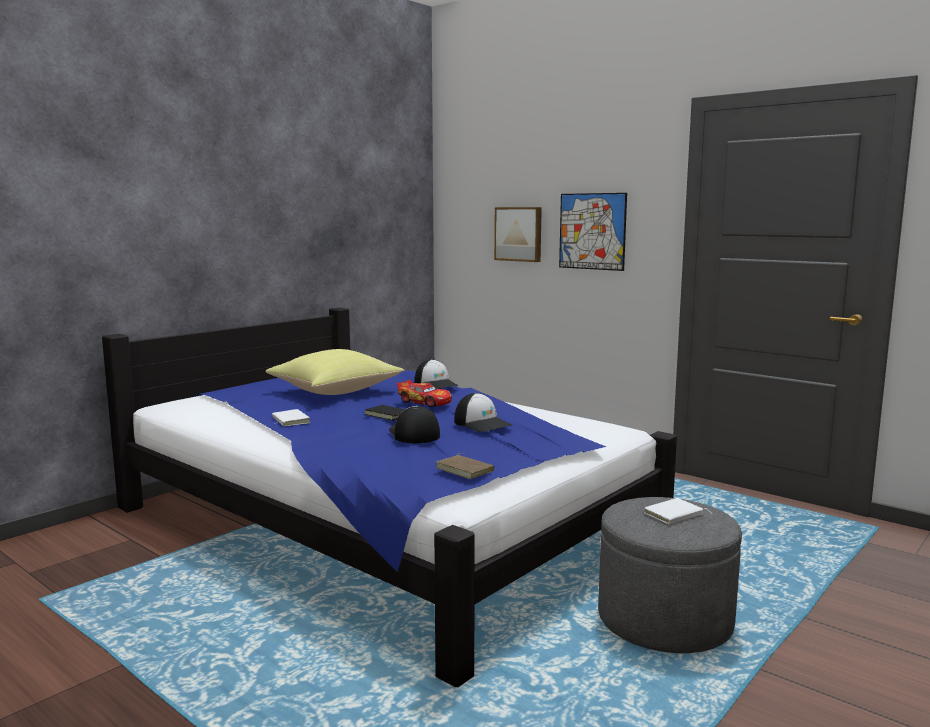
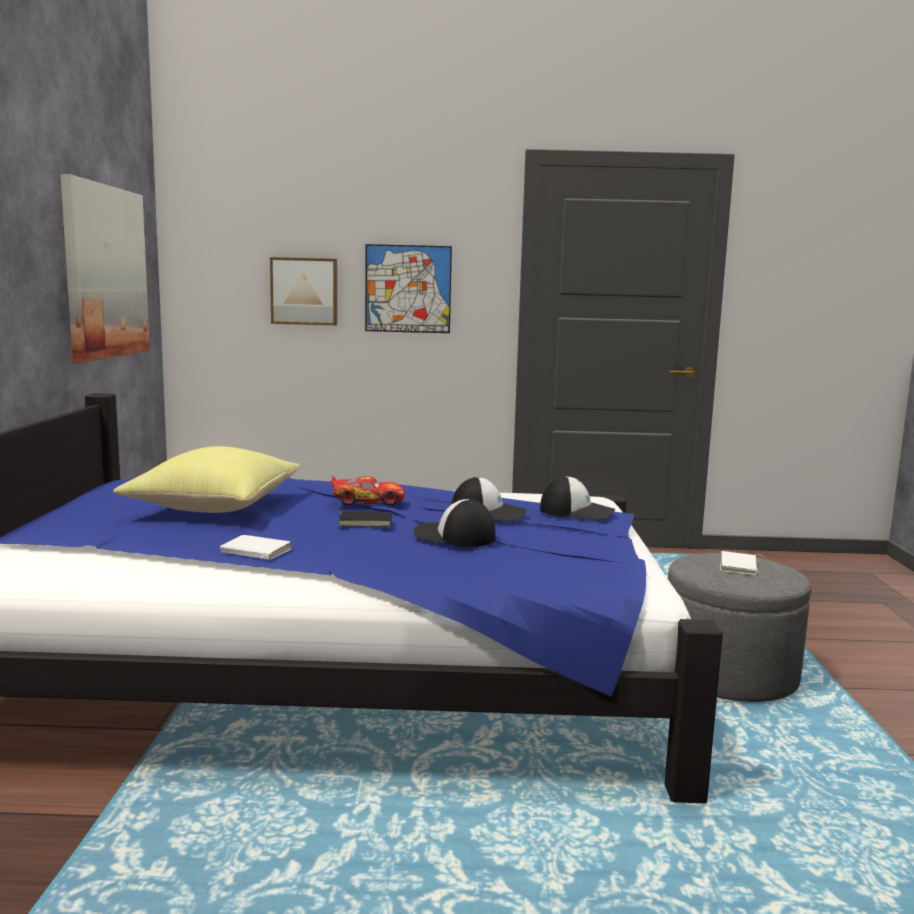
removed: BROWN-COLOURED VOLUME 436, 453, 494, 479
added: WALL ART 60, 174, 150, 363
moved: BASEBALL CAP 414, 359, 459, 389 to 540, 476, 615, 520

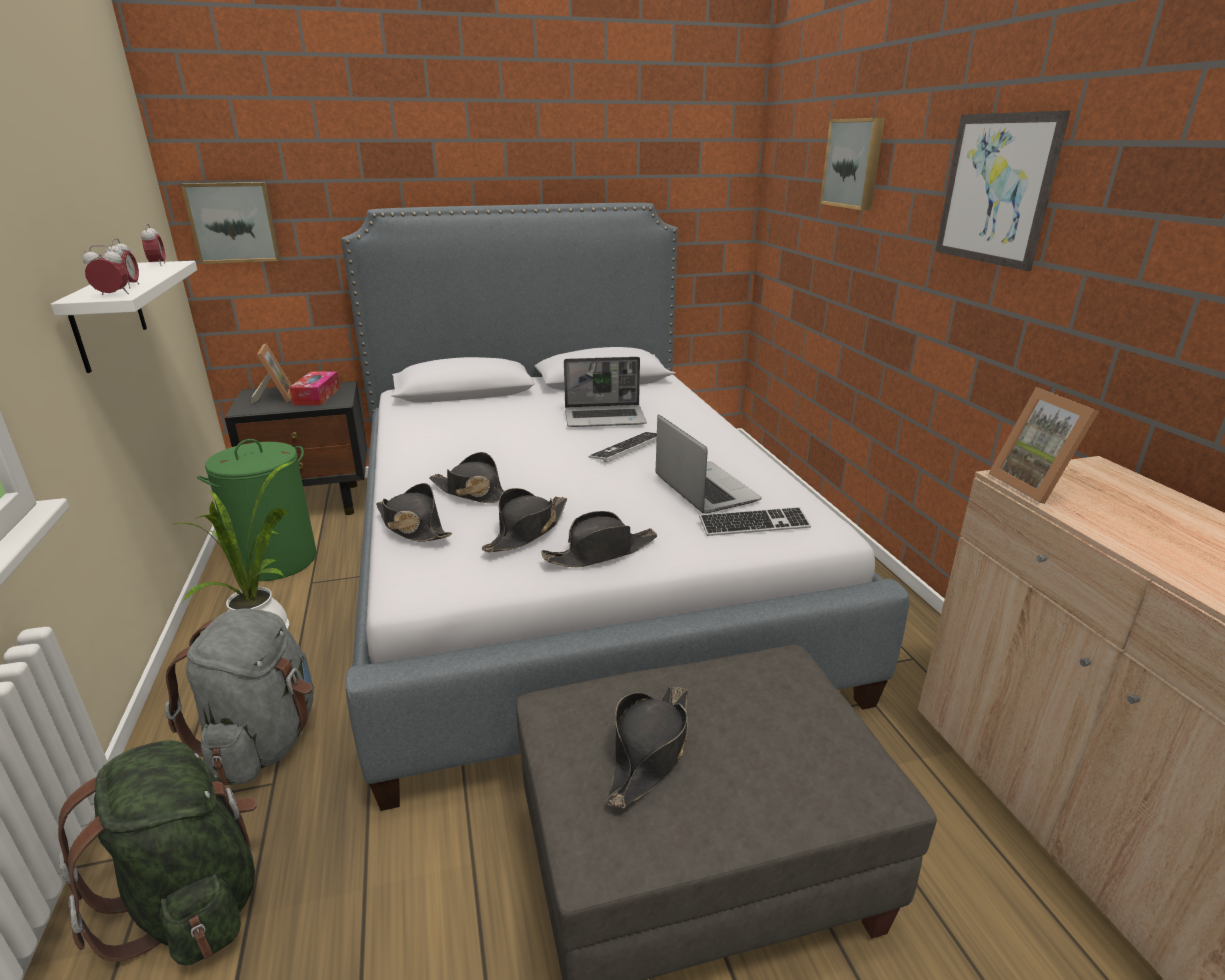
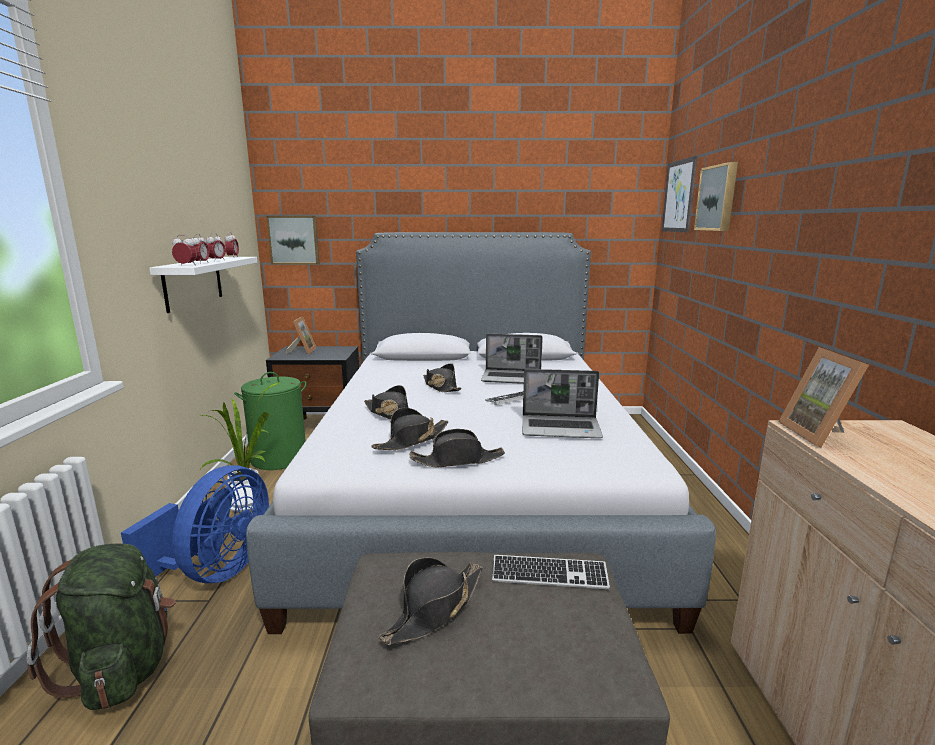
removed: BOX OF TISSUES 289, 371, 340, 405
added: BEDSIDE CLOCK 206, 233, 226, 259
moved: BLACK-COLOURED HAT 376, 483, 452, 542 to 423, 363, 462, 392; COMPUTER KEYBOARD 699, 507, 811, 536 to 492, 555, 610, 589; WALL ART 935, 111, 1070, 271 to 662, 156, 698, 232
replaced: GREY RUCKSACK 165, 608, 314, 786 to BLUISH COOLING FAN 121, 465, 269, 583
turned: NOTEBOOK COMPUTER 656, 415, 762, 514 = 522, 369, 603, 438 105 degrees clockwise

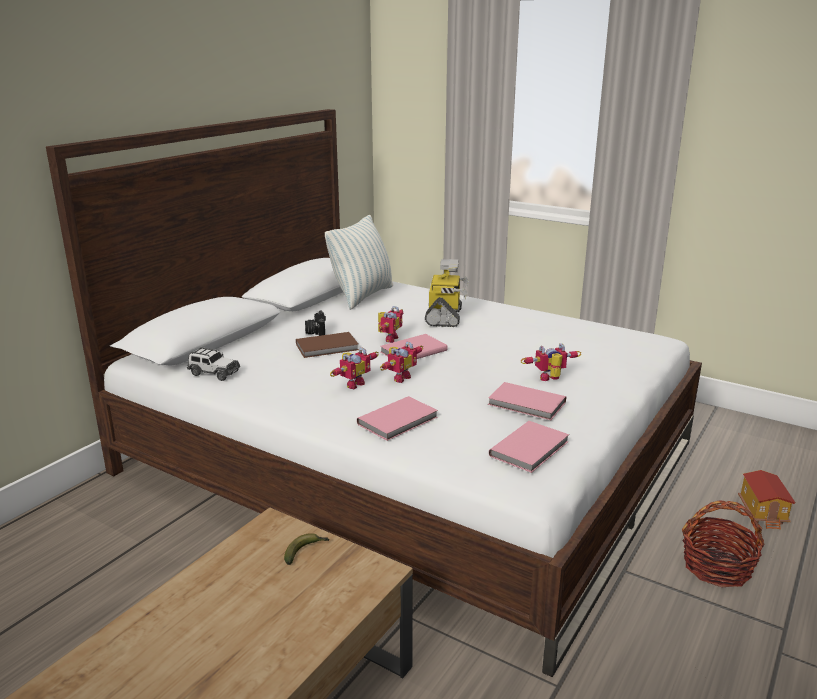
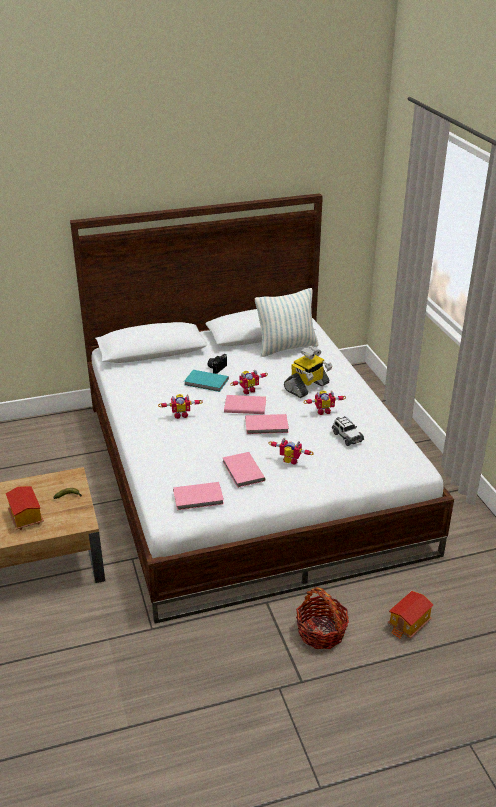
added: TOY HOUSE 5, 486, 44, 530
moved: MODEL CAR 187, 347, 240, 381 to 332, 416, 364, 446; PINKISH VOLUME 357, 396, 438, 441 to 245, 414, 289, 434; TOY ROBOT 380, 342, 423, 383 to 303, 390, 346, 415
recoloured: BROWN-COLOURED VOLUME 296, 332, 359, 358 to TURQUOISE VOLUME 184, 370, 229, 392

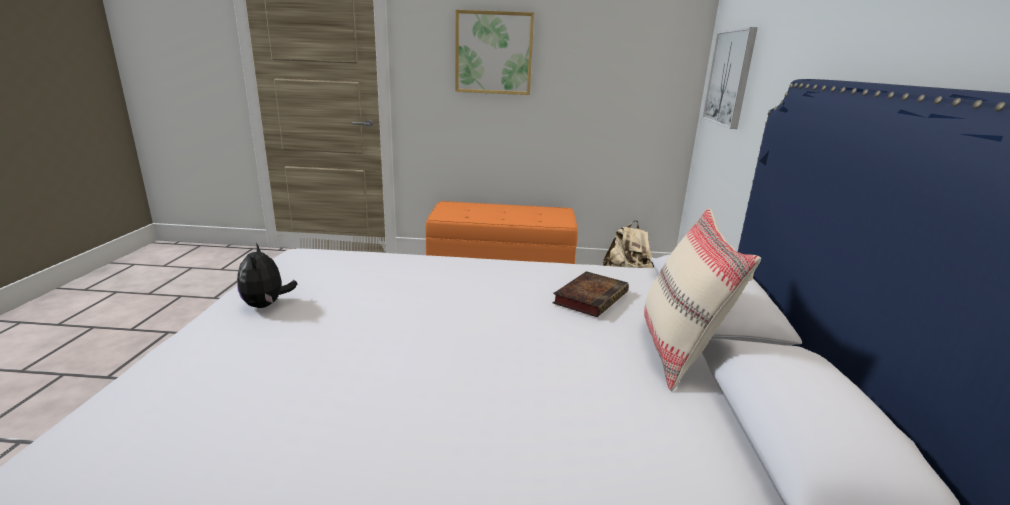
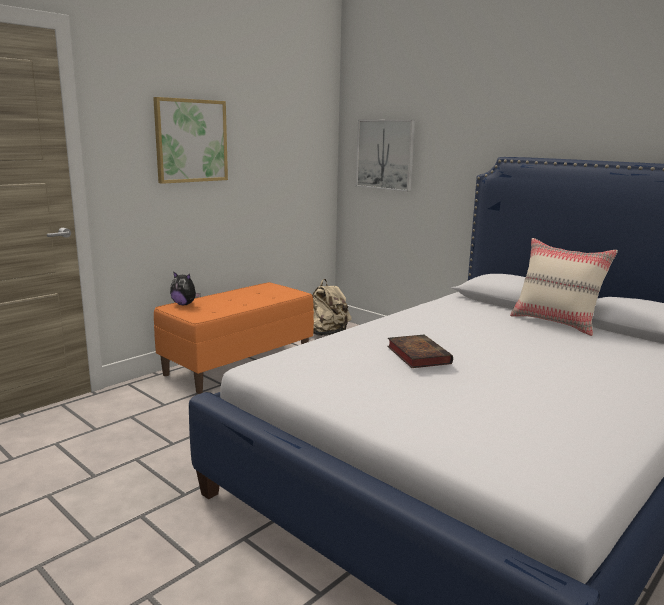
moved: SOFT TOY 237, 243, 297, 308 to 170, 271, 201, 305; VOLUME 552, 271, 629, 317 to 387, 334, 453, 368

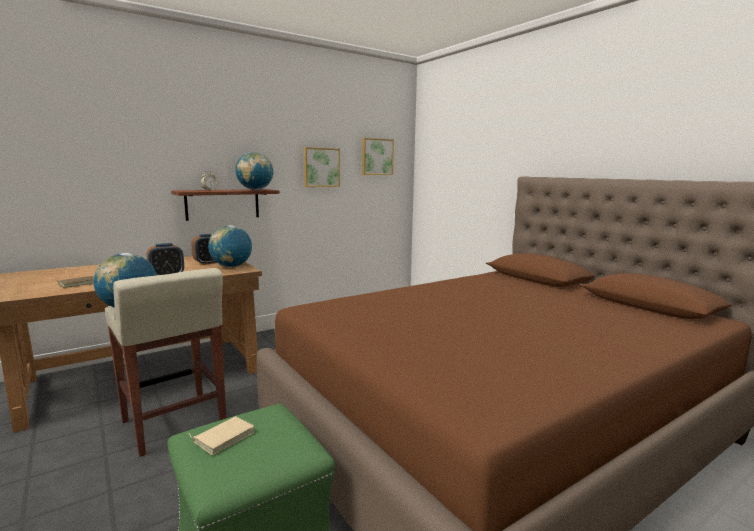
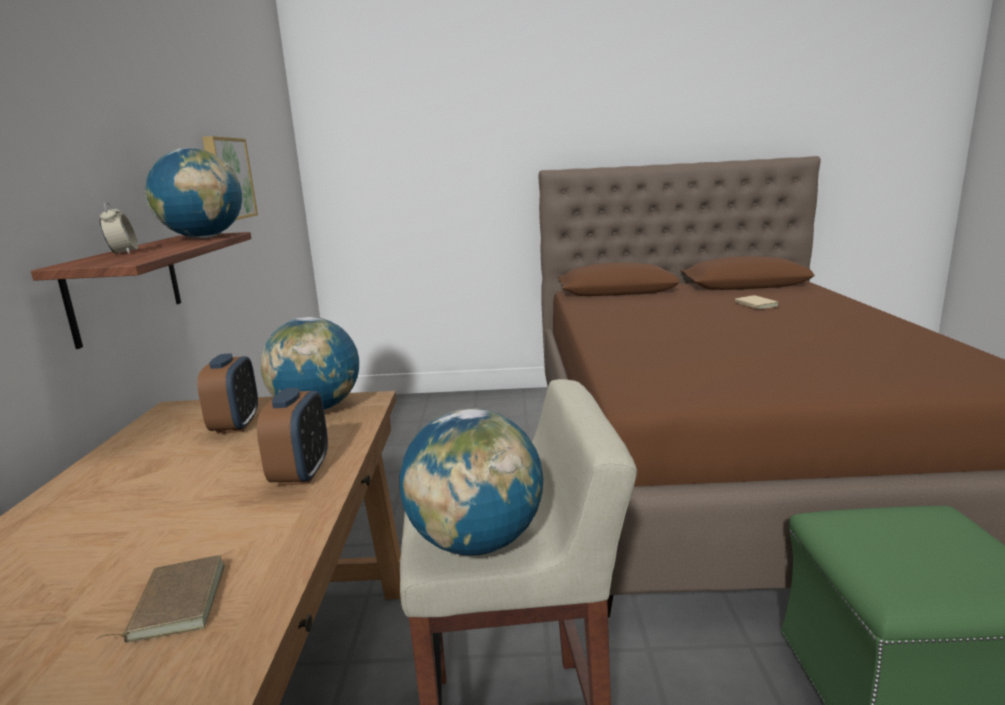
removed: WALL ART 362, 138, 394, 175
moved: SAND-COLOURED VOLUME 188, 416, 255, 455 to 735, 295, 779, 309

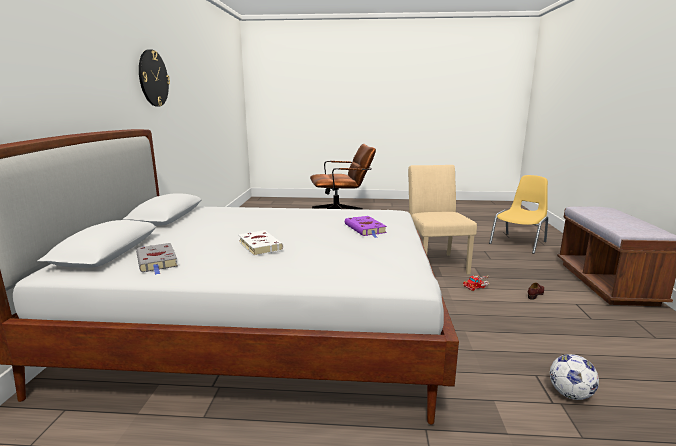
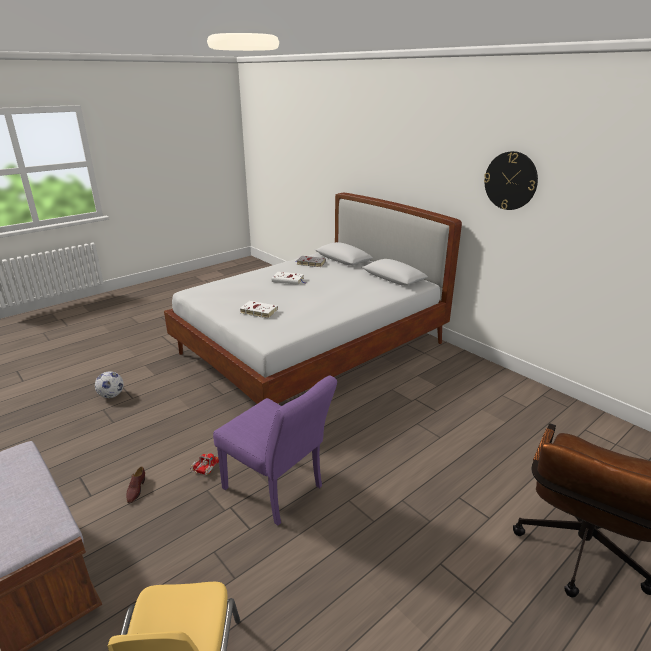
recoloured: PURPLISH VOLUME 345, 216, 387, 238 to WHITISH VOLUME 239, 301, 278, 318; SAND-COLOURED CHAIR 408, 165, 477, 275 to PURPLISH CHAIR 213, 375, 337, 526

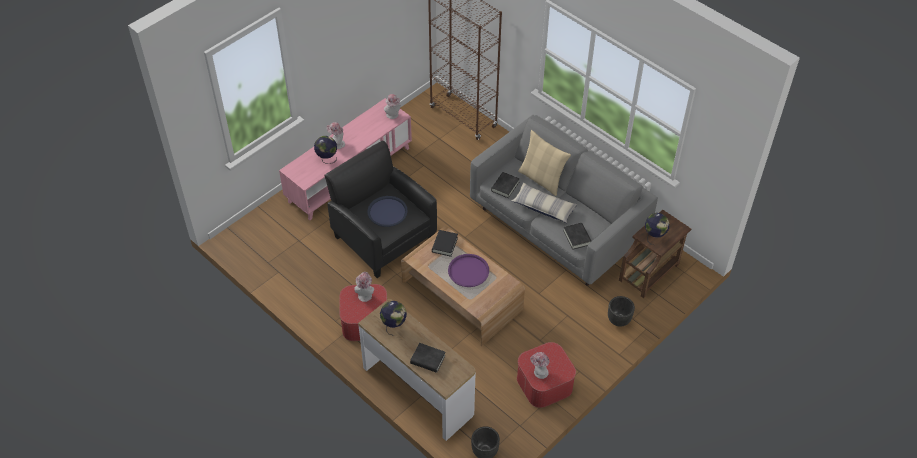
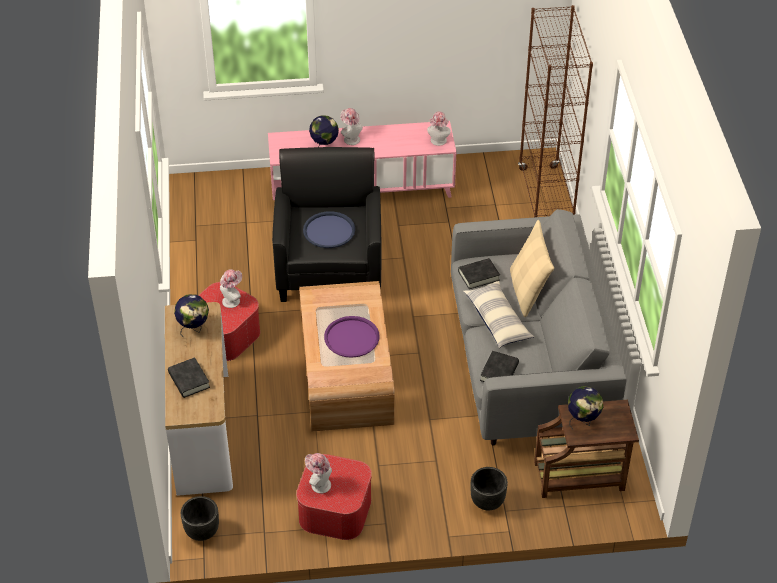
removed: BLACK-COLOURED VOLUME 432, 230, 458, 257

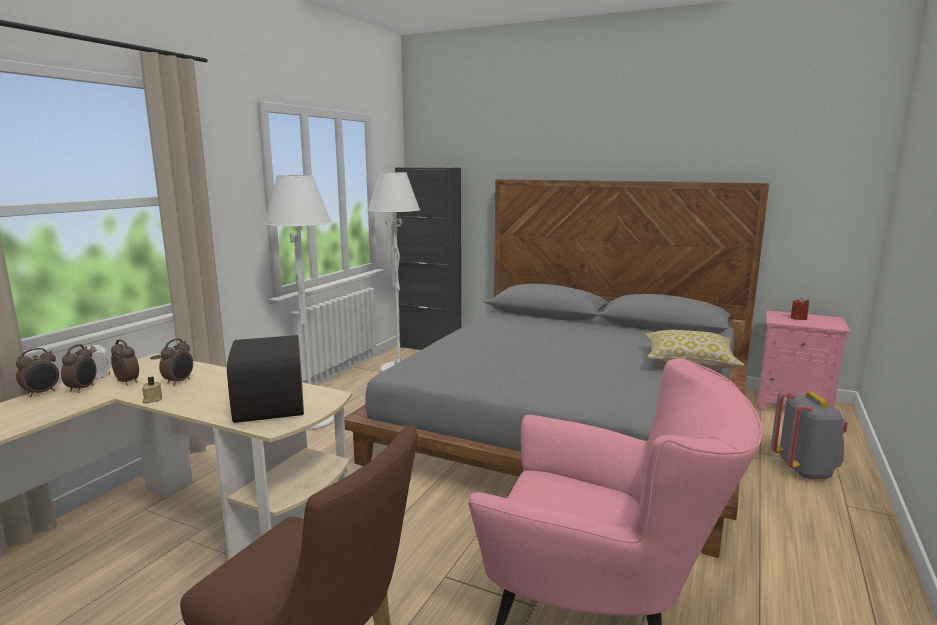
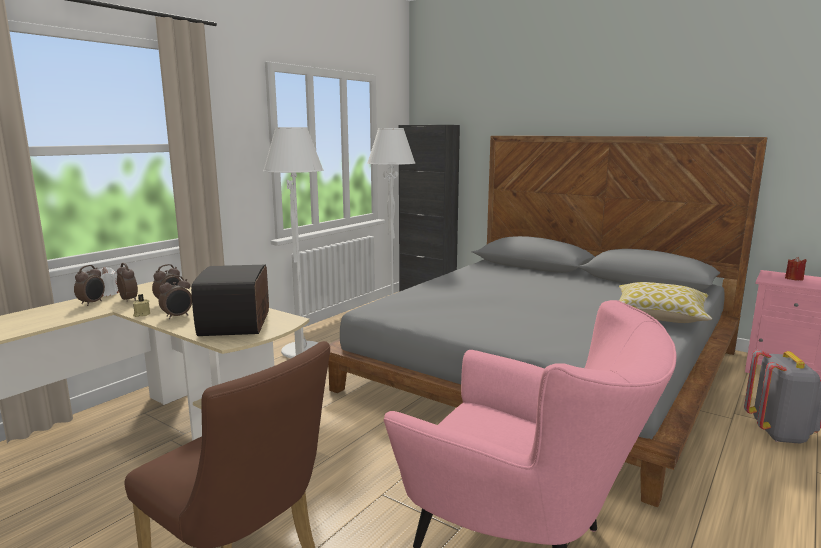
moved: BEDSIDE CLOCK 16, 348, 59, 397 to 159, 276, 192, 319

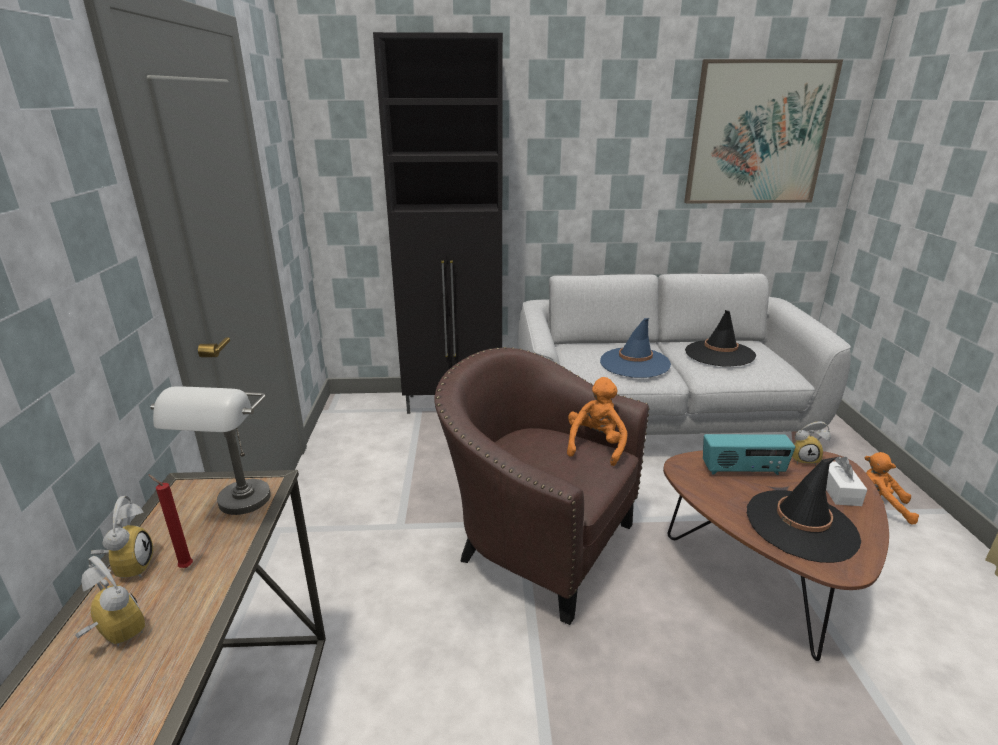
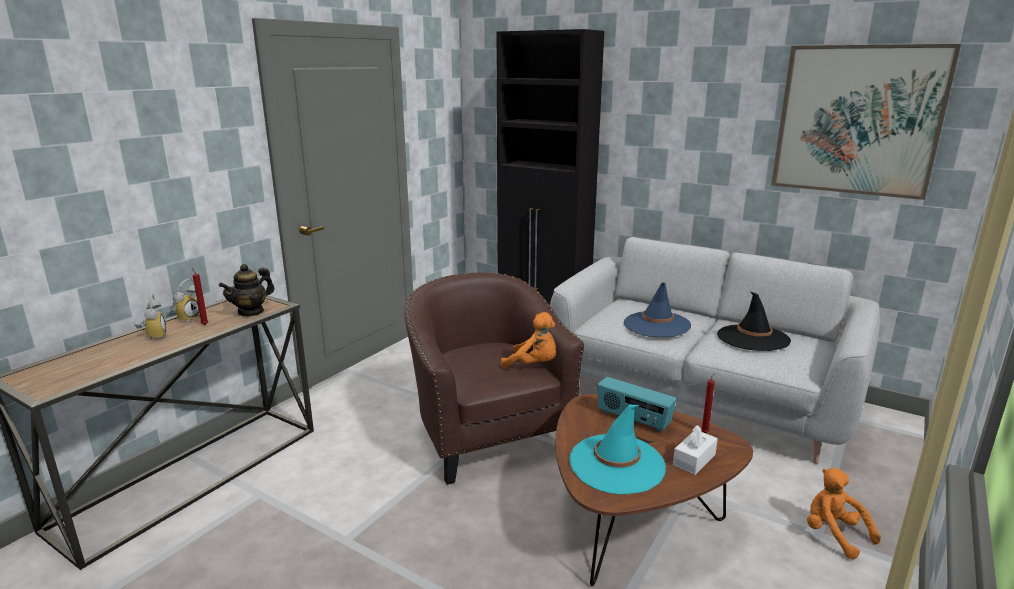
replaced: GREY TABLE LAMP 151, 386, 271, 515 to POT FOR TEA 219, 264, 274, 317; BEDSIDE CLOCK 792, 421, 831, 465 to REDDISH CANDLE 701, 373, 715, 433
recoloured: BLACK-COLOURED HAT 746, 457, 861, 563 to TURQUOISE HAT 569, 405, 666, 494
turned: ORANGE-COLOURED SOFT TOY 567, 377, 627, 466 = 501, 312, 556, 369 60 degrees clockwise

